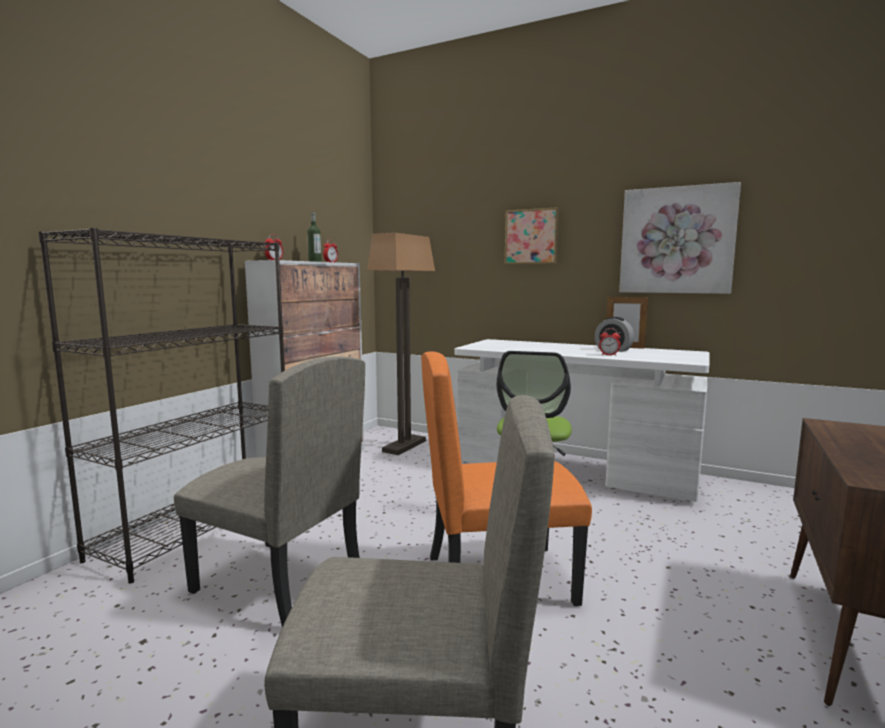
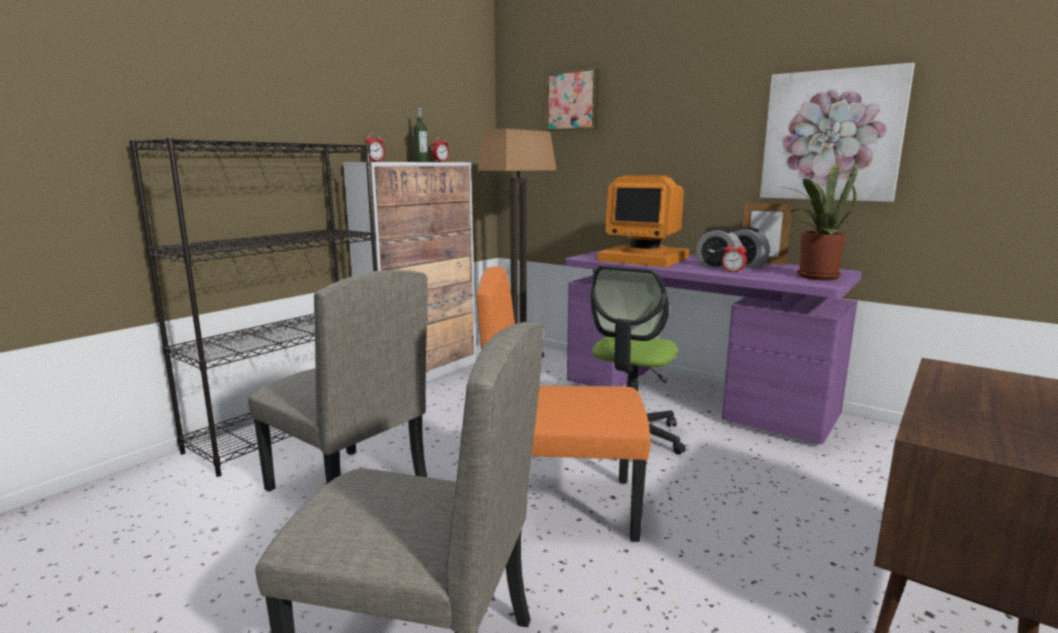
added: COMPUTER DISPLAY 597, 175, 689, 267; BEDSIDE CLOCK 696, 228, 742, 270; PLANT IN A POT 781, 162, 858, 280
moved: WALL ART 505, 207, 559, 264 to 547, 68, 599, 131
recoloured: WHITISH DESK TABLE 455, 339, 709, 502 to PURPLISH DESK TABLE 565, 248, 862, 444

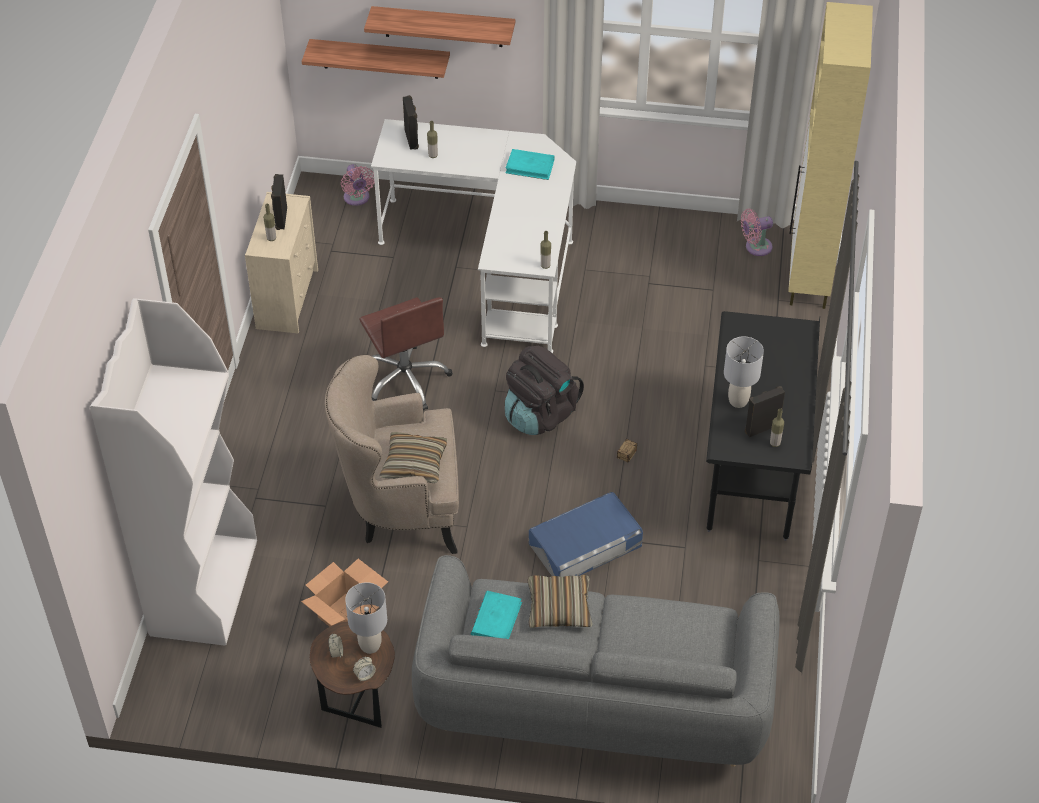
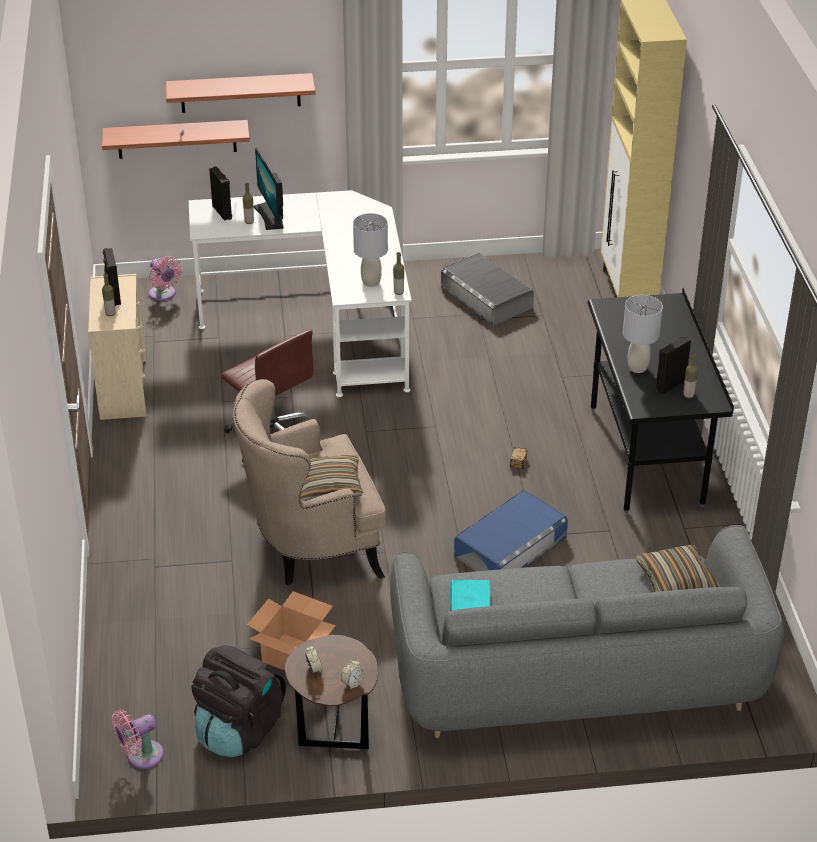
removed: WHITISH BOOKCASE 90, 298, 257, 646; TURQUOISE VOLUME 506, 149, 555, 180
added: COMPUTER DISPLAY 253, 148, 284, 230; GREY STORAGE BOX 441, 253, 534, 326
moved: GREY TABLE LAMP 345, 582, 387, 654 to 353, 213, 388, 287; BLACK-COLOURED RUCKSACK 505, 346, 584, 435 to 192, 645, 286, 757; CUSHION 527, 575, 593, 628 to 636, 545, 720, 592; PINKISH COOLING FAN 741, 209, 773, 256 to 112, 710, 164, 769

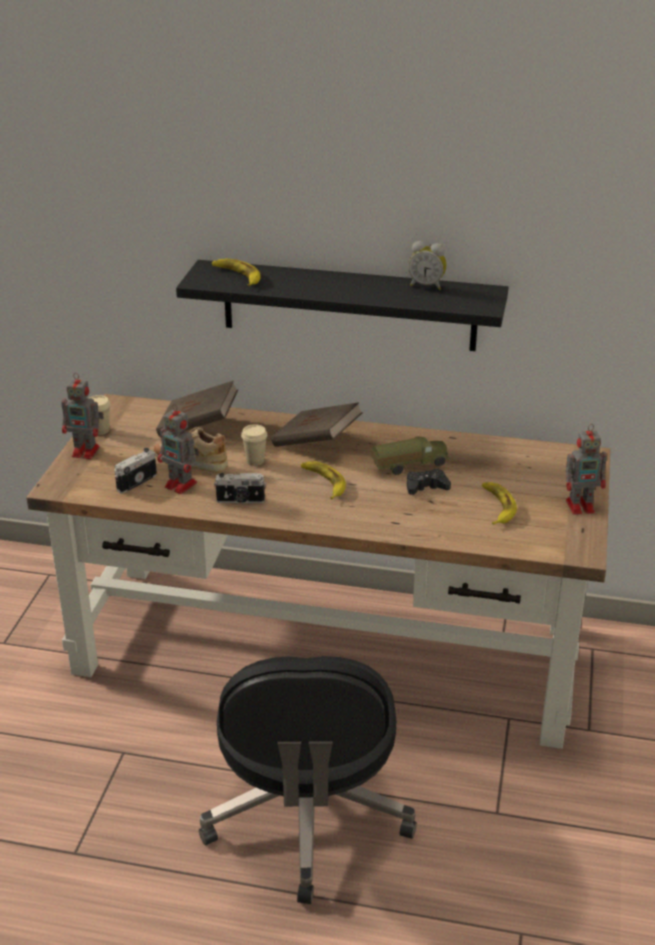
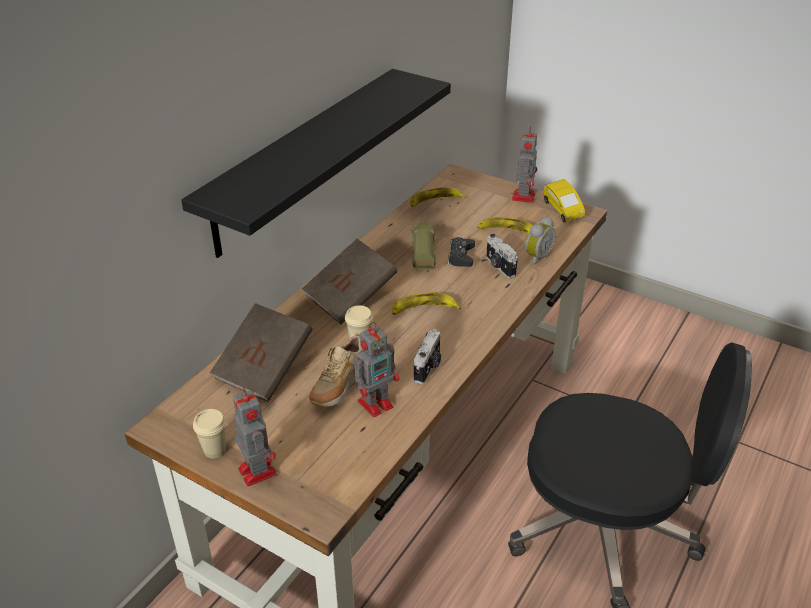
added: YELLOWISH MODEL CAR 544, 179, 585, 222
moved: PHOTO CAMERA 115, 448, 157, 494 to 486, 234, 518, 278; BANANA 212, 258, 261, 286 to 410, 187, 466, 207; BEDSIDE CLOCK 408, 241, 447, 290 to 526, 217, 555, 265
turned: TOY ROBOT 61, 373, 104, 459 = 233, 388, 277, 486 60 degrees counterclockwise

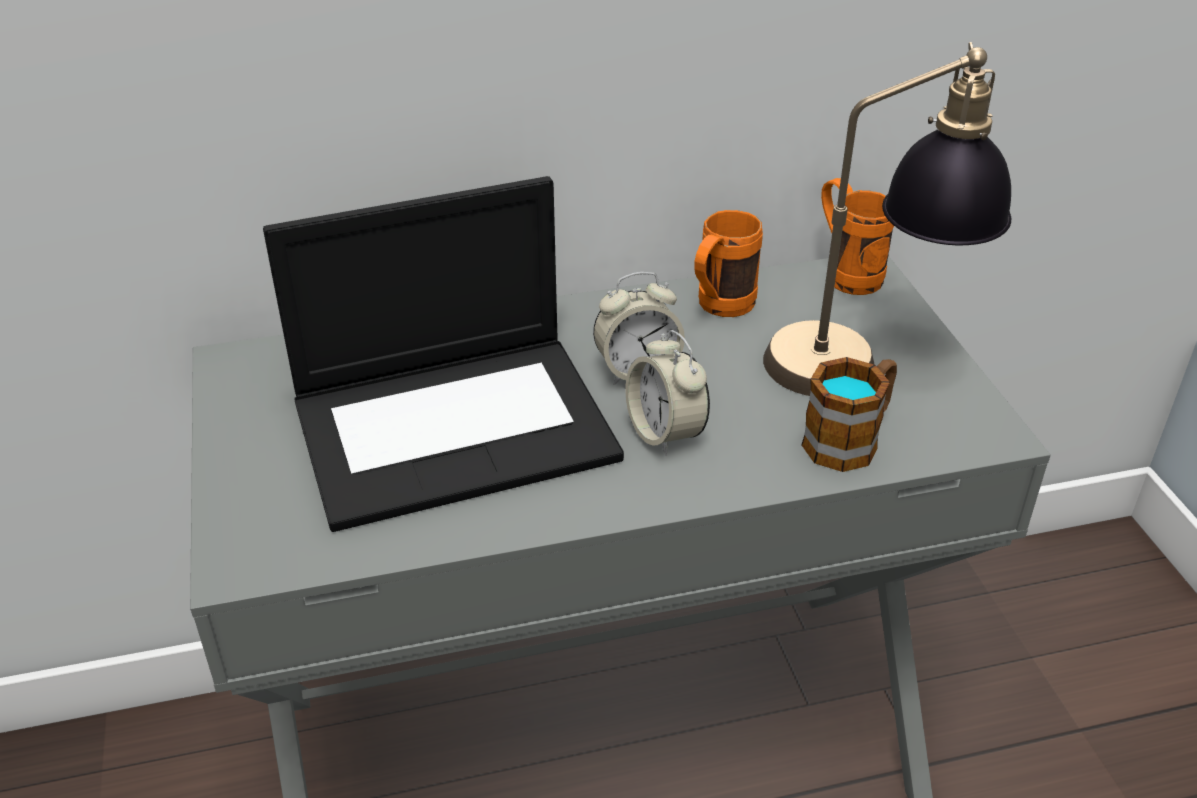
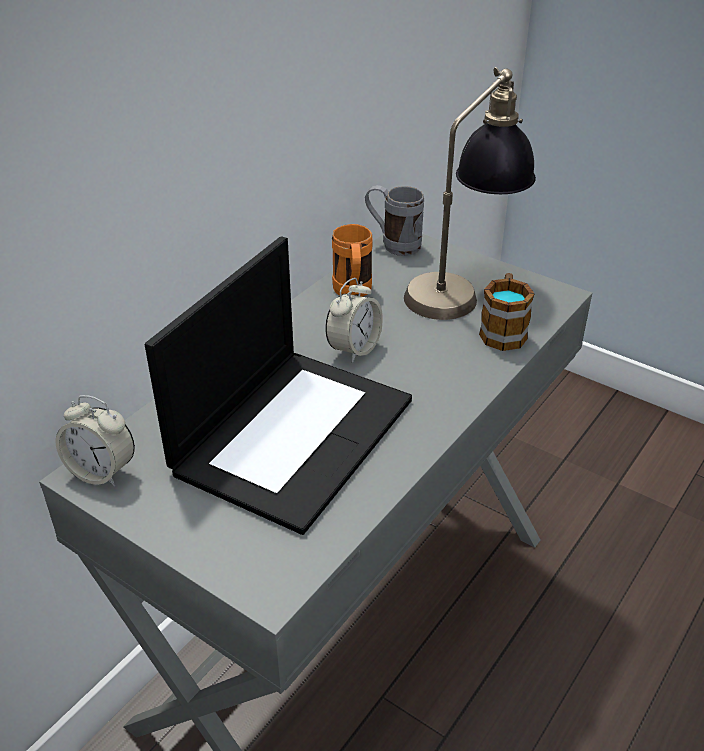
moved: BEDSIDE CLOCK 625, 330, 710, 456 to 56, 395, 135, 487
recoloured: ORANGE-COLOURED TEA MUG 821, 178, 894, 295 to GREY TEA MUG 365, 185, 424, 256

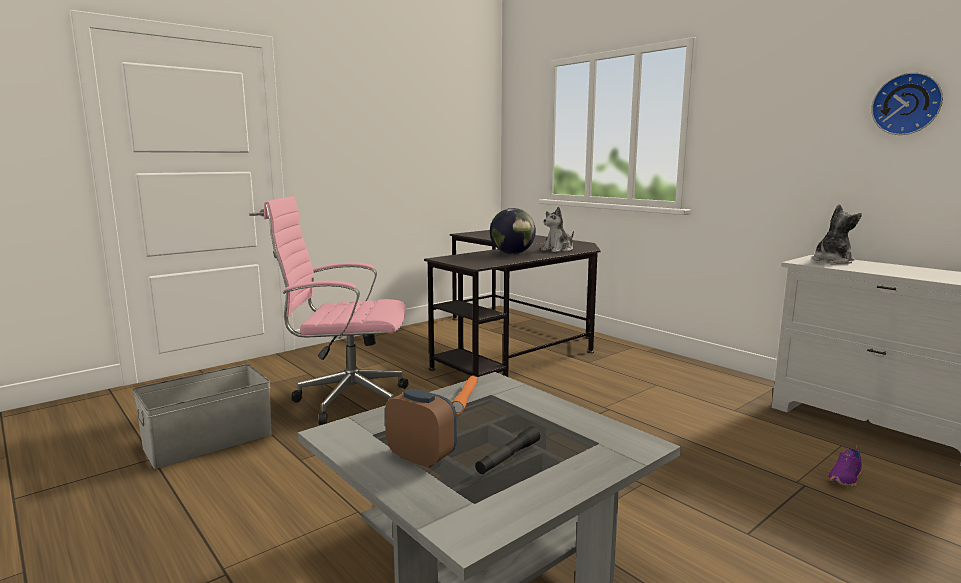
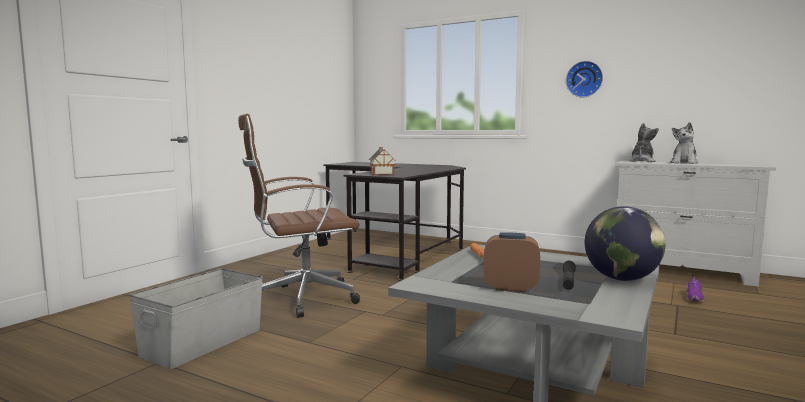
added: TOY HOUSE 369, 147, 396, 175
moved: DESK GLOBE 490, 208, 536, 254 to 585, 206, 665, 281; SOFT TOY 541, 207, 574, 252 to 670, 122, 699, 164; CLOCK ON THE WALL 871, 72, 943, 135 to 566, 61, 603, 97
recoloured: PINKISH COMPUTER CHAIR 264, 196, 408, 425 to BROWN-COLOURED COMPUTER CHAIR 238, 114, 360, 318

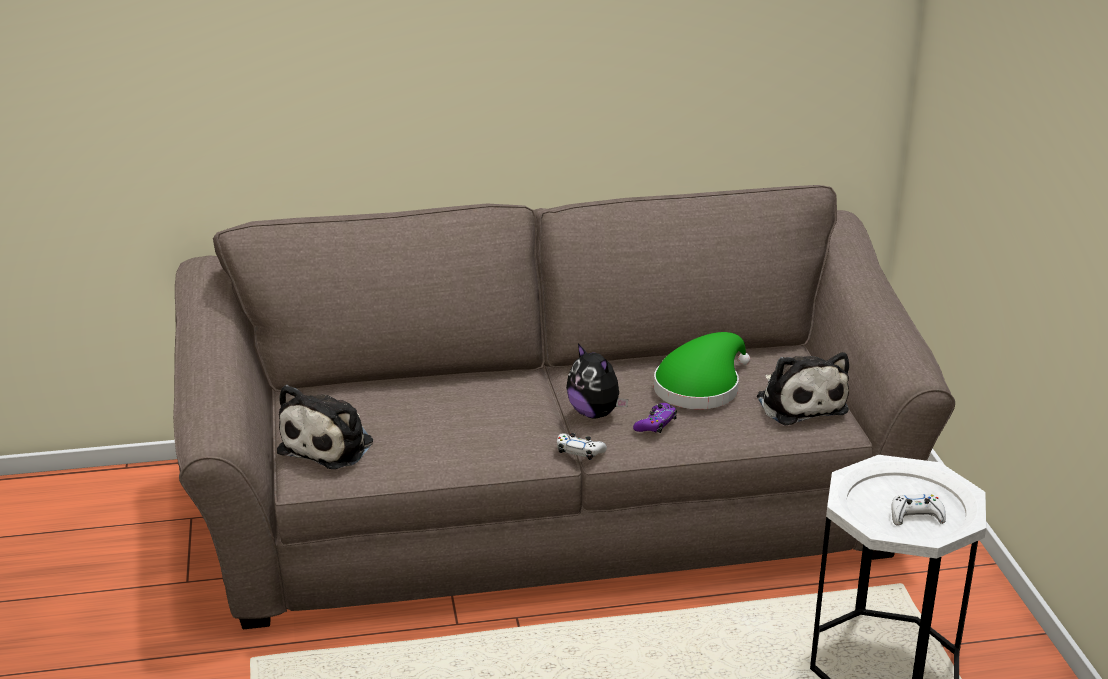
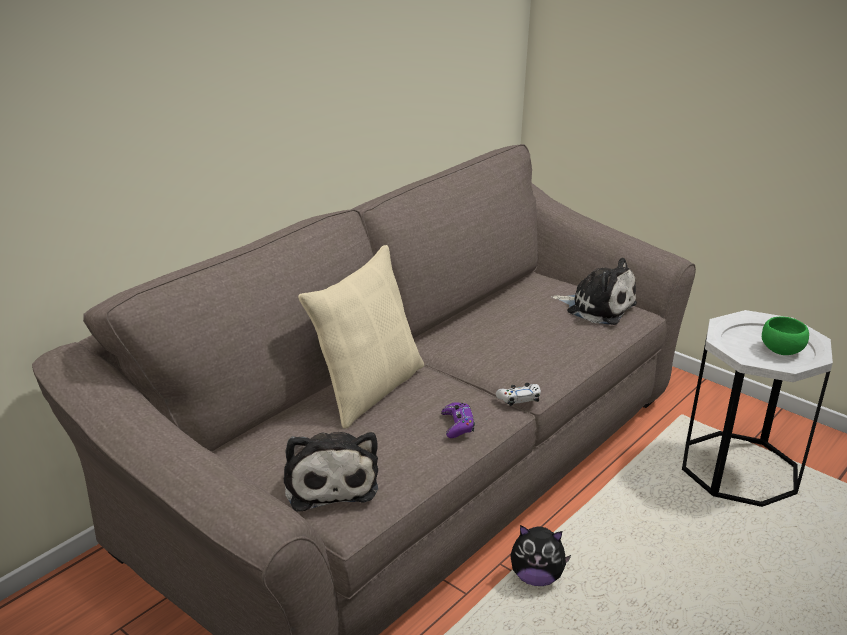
removed: GREENISH HAT 654, 332, 750, 409
added: SAND-COLOURED CUSHION 298, 245, 424, 429
moved: SOFT TOY 566, 343, 628, 418 to 510, 525, 571, 586; PURPLISH GAME CONTROLLER 633, 403, 677, 433 to 441, 402, 475, 438
replaced: WHITISH GAME CONTROLLER 892, 494, 946, 526 to GREENISH BOWL 762, 317, 809, 355

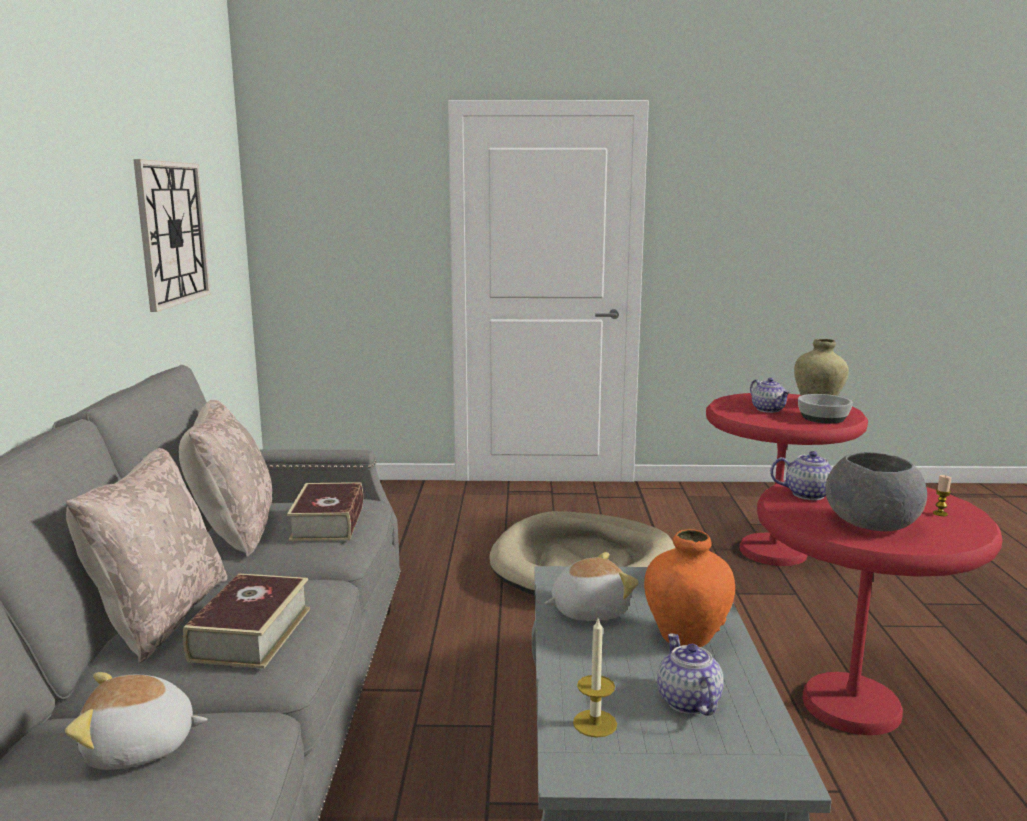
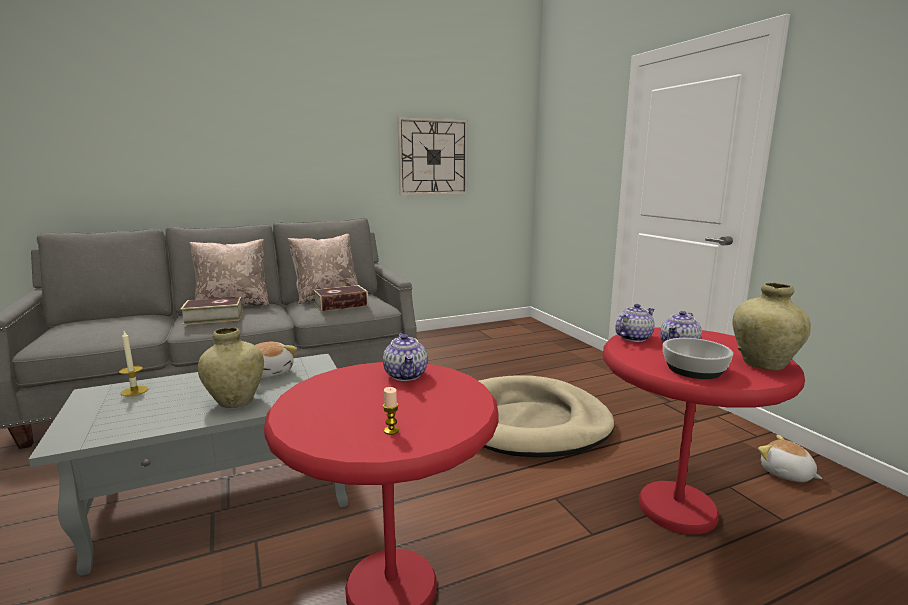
removed: GREY BOWL 825, 452, 927, 532
moved: SOFT TOY 65, 672, 207, 770 to 758, 435, 823, 482; POT FOR TEA 657, 633, 724, 716 to 615, 304, 655, 342
recoloured: ORANGE-COLOURED FLOWER VASE 644, 529, 735, 647 to SAND-COLOURED FLOWER VASE 198, 327, 264, 408

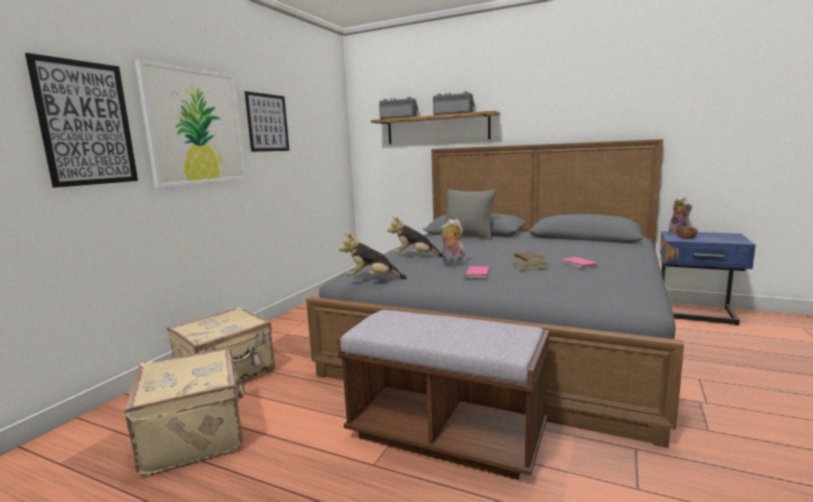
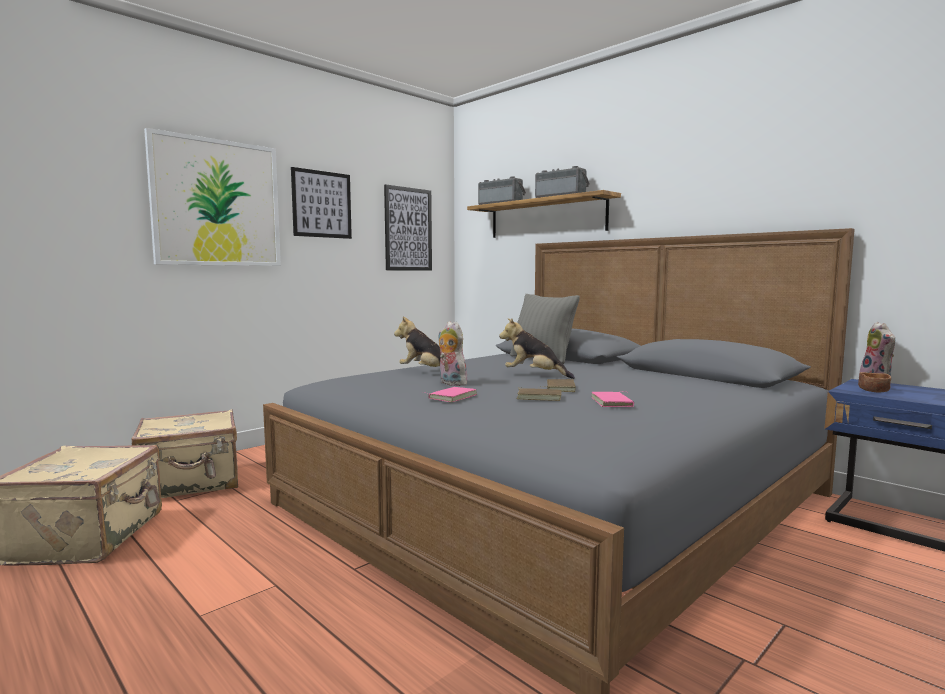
removed: BROWN-COLOURED INDOOR BENCH 337, 310, 549, 480
moved: WALL ART 25, 53, 138, 188 to 384, 184, 432, 271; SOFT TOY 339, 233, 407, 279 to 499, 318, 575, 379

